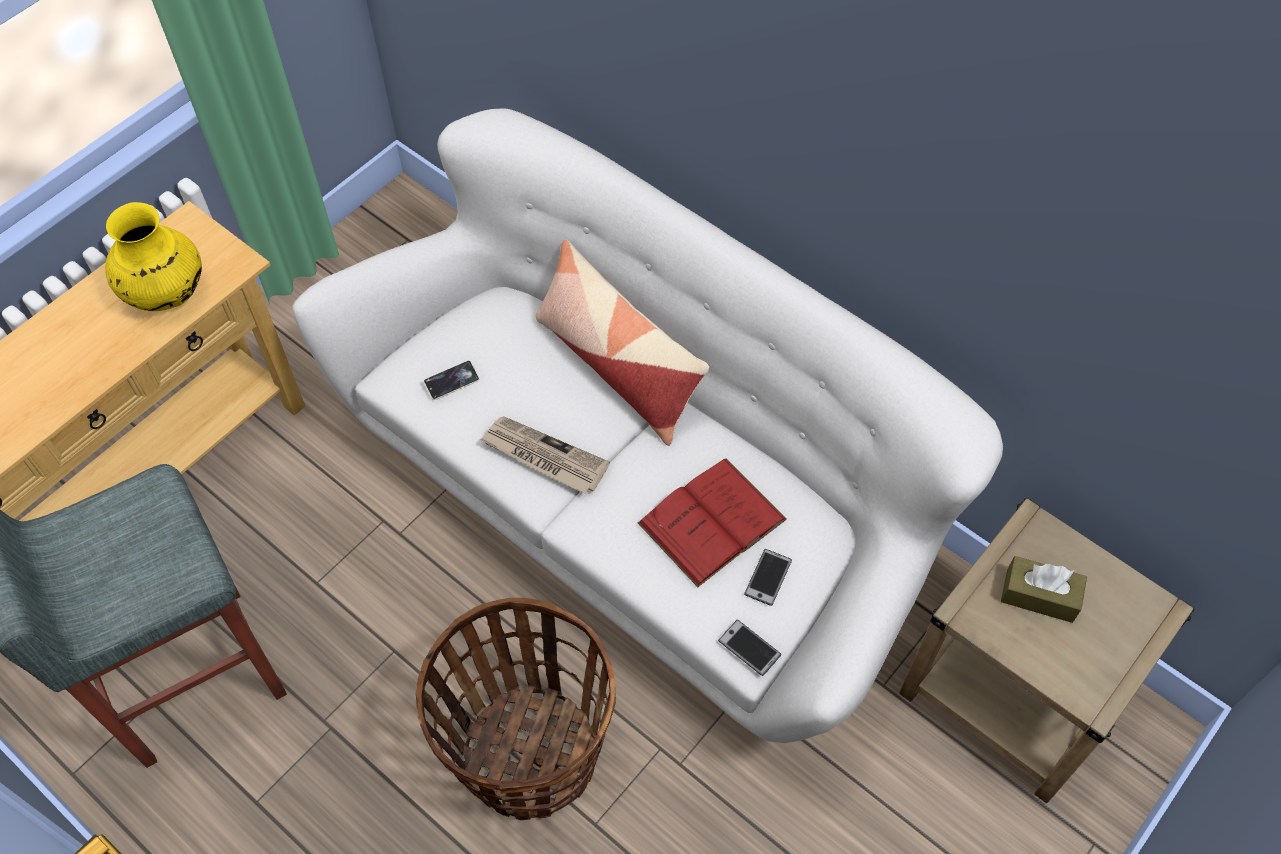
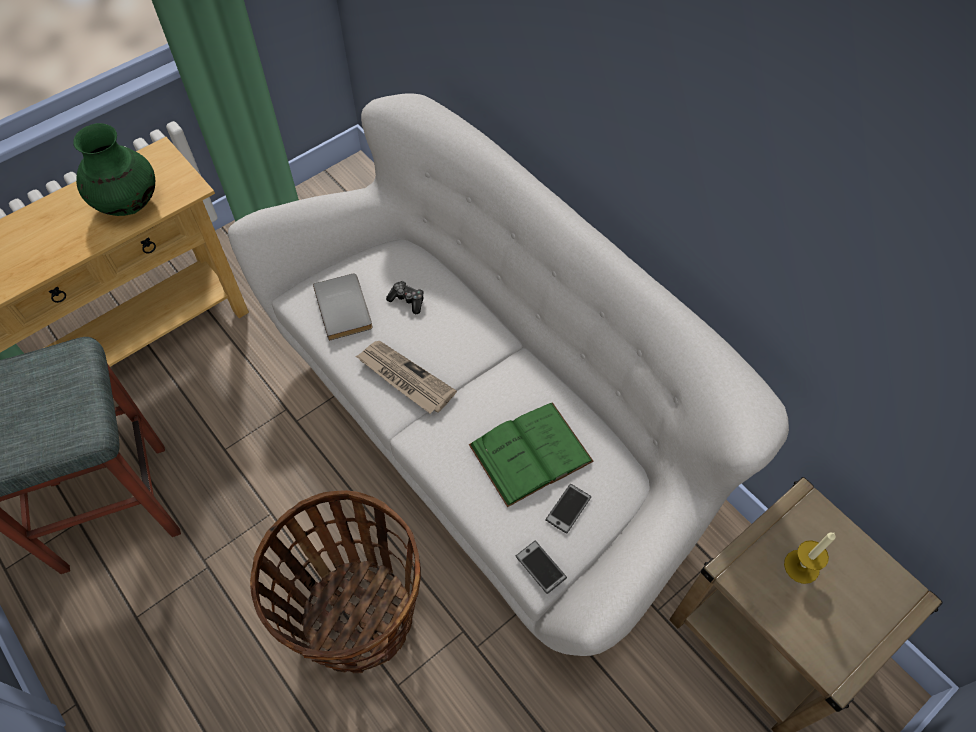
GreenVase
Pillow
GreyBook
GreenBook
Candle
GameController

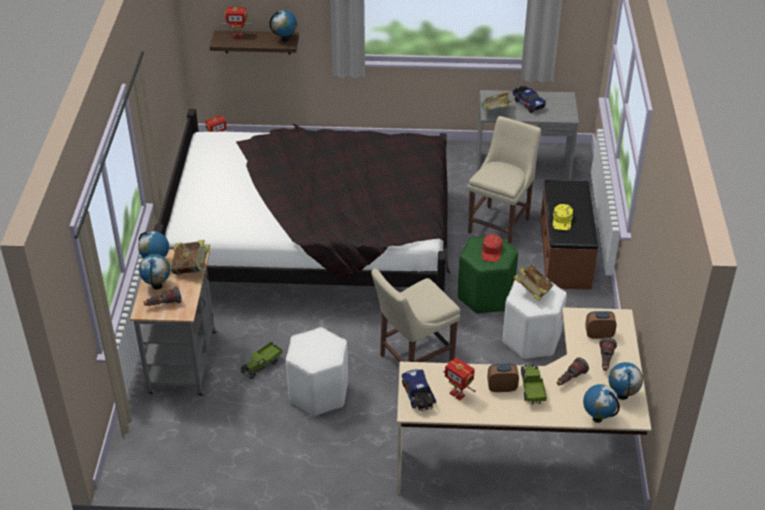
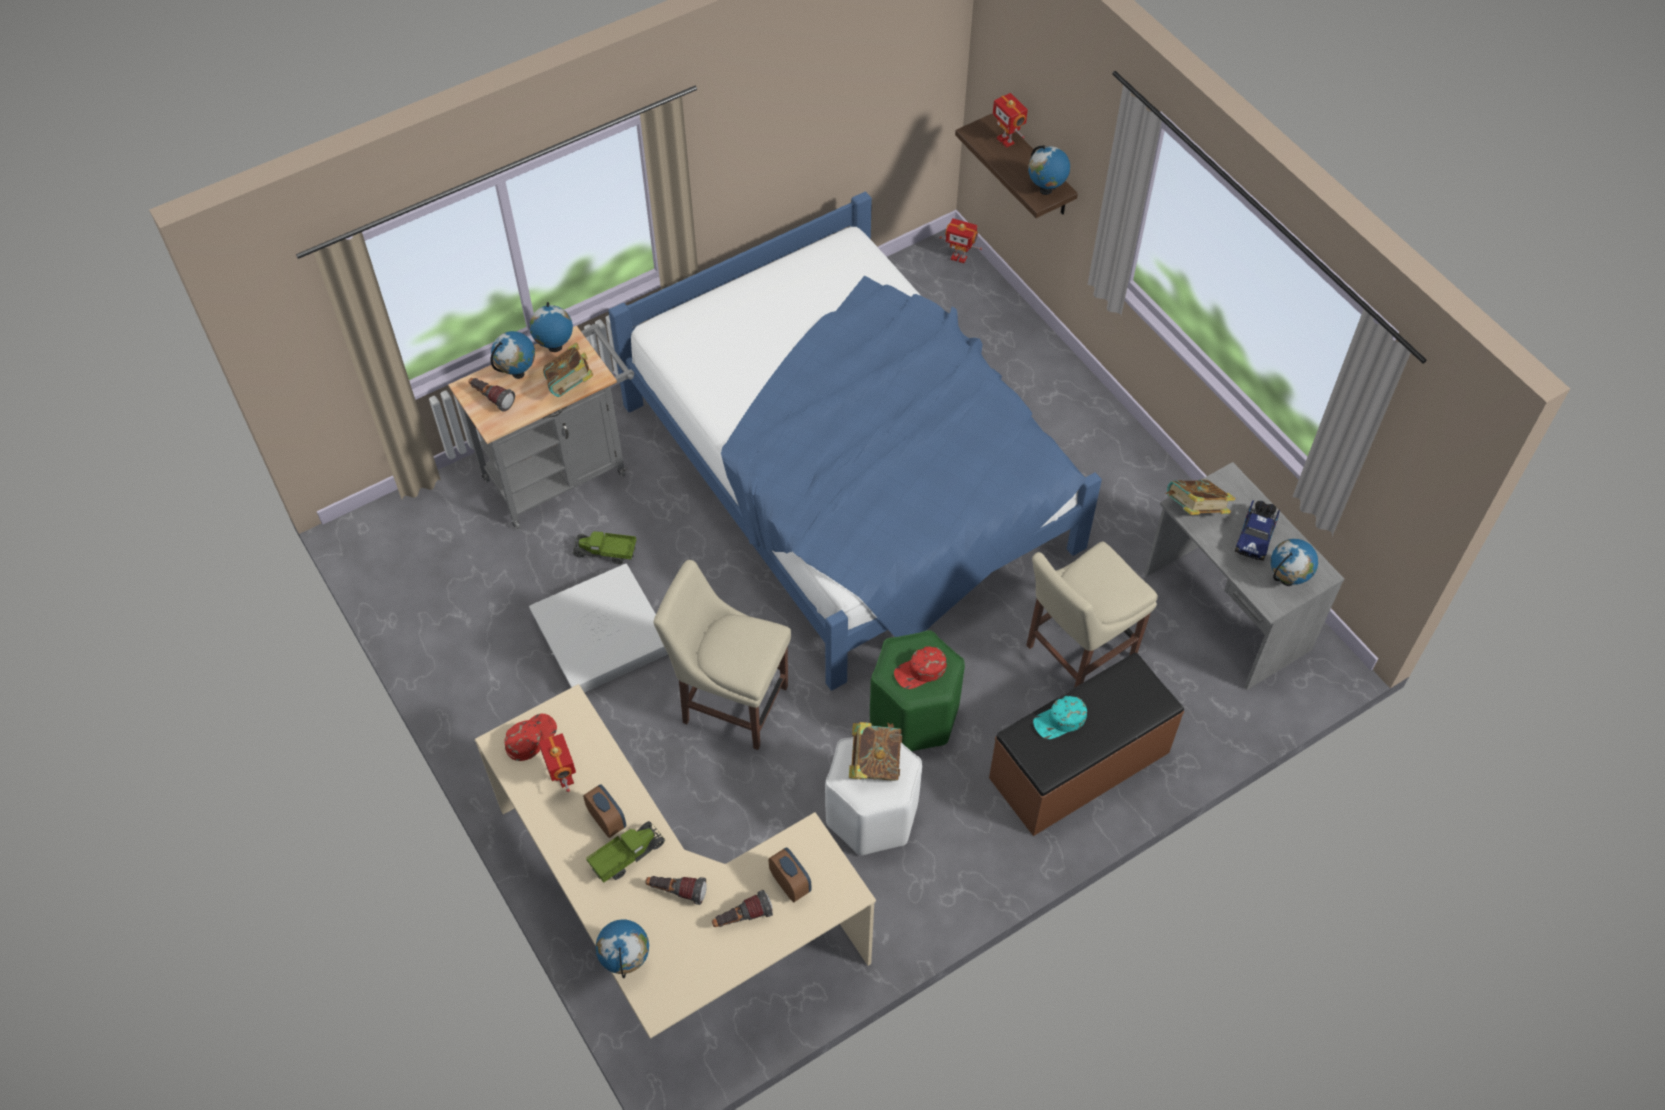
BlueBed
BeigeChair (no. 2 from left)
TurquoiseCap
WhiteStorageBox
ToyRobot (no. 1 from left)
Globe (no. 5 from left)
RedCap (no. 1 from left)

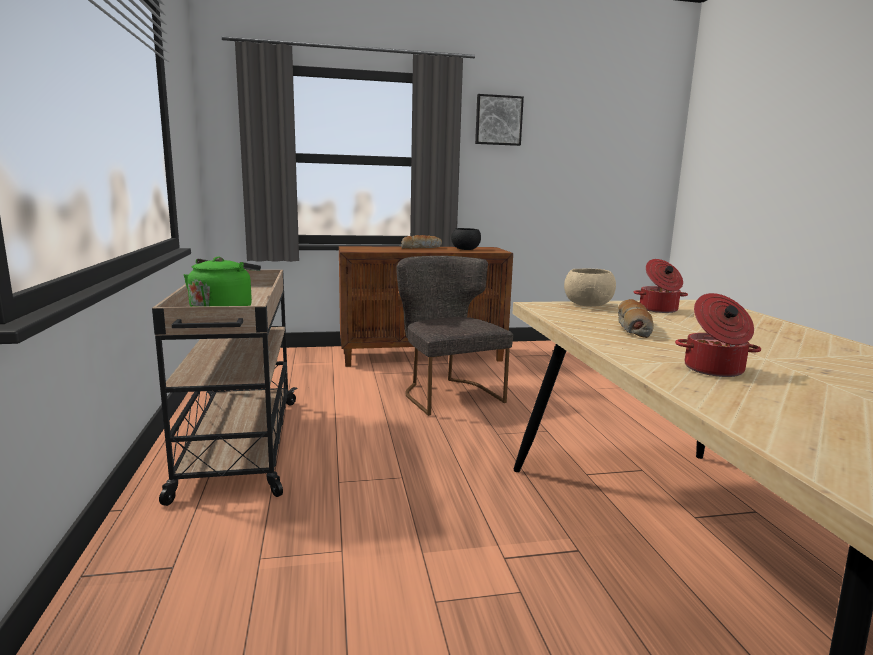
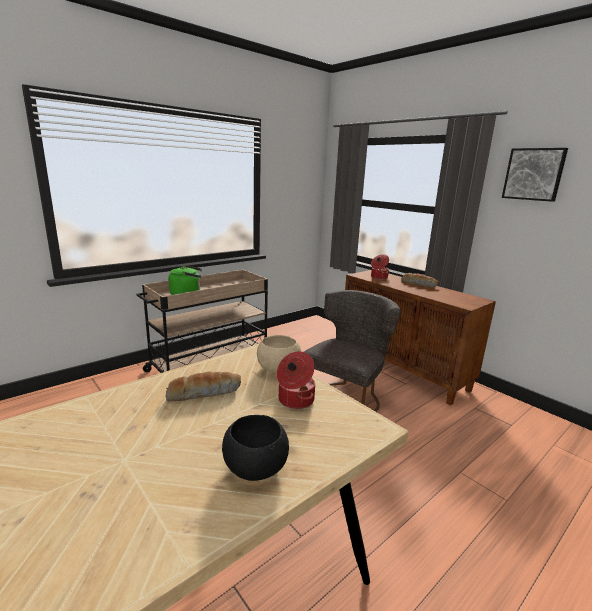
BlackBowl
CookingPot (no. 2 from left)

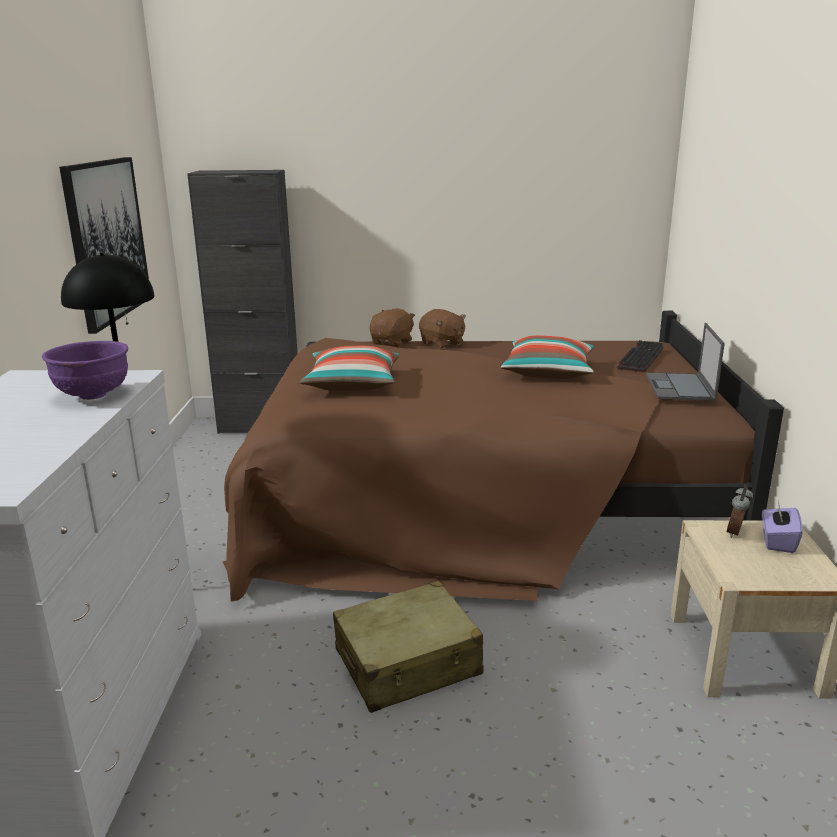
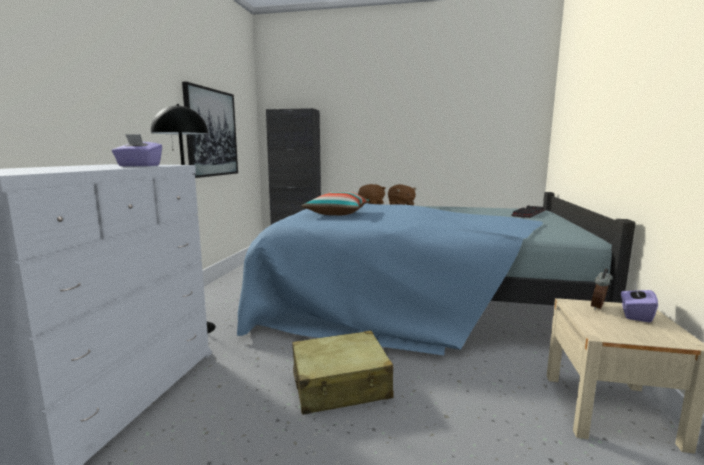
BlueBed
Laptop
Pillow (no. 2 from left in the first image)
PurpleTissueBox (no. 1 from left)

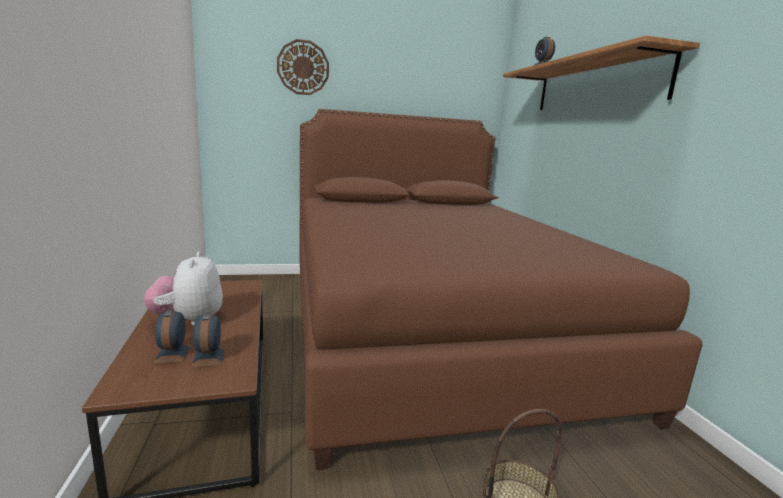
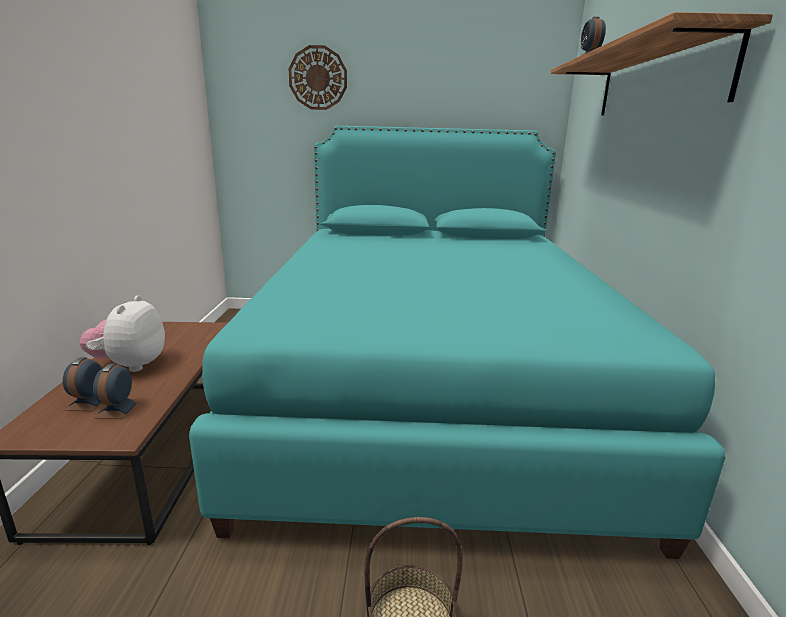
TurquoiseBed

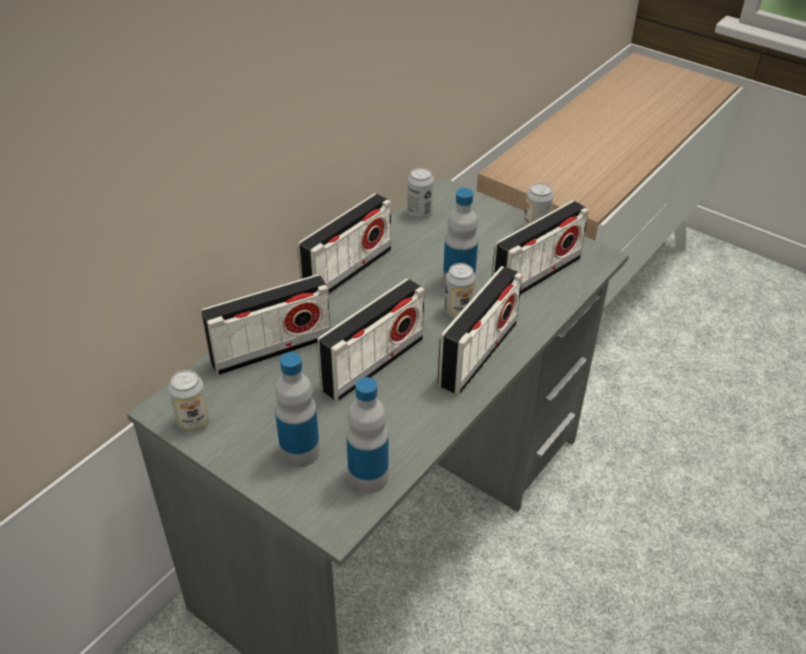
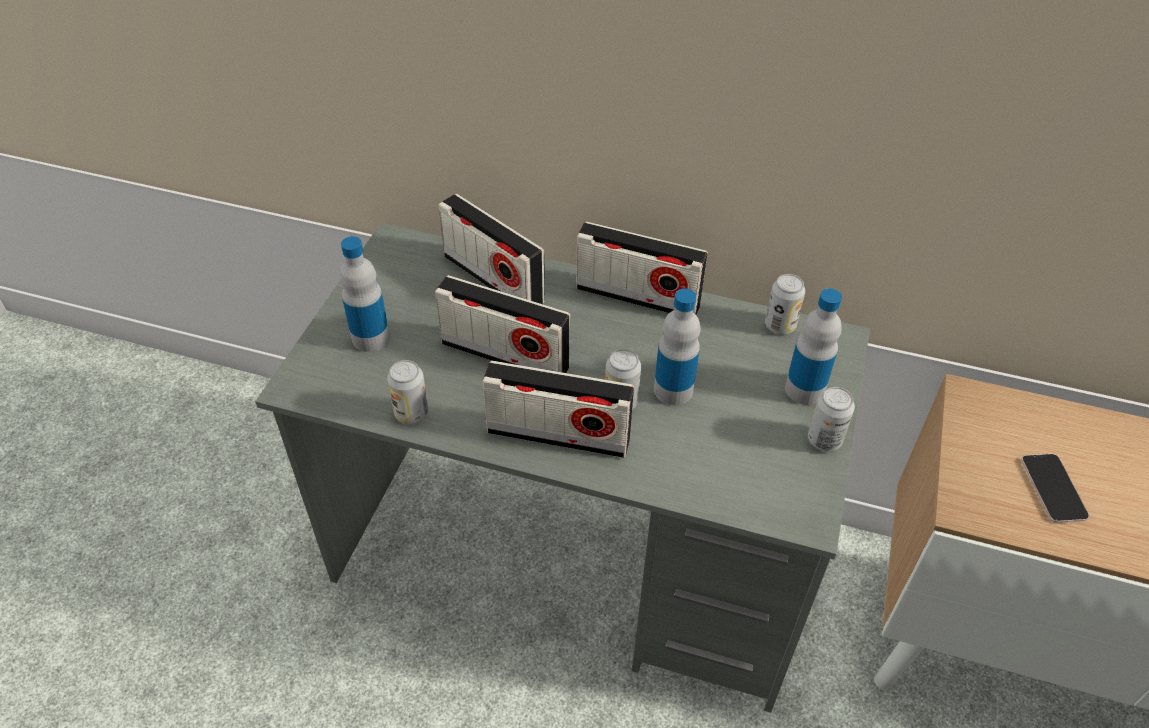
Radio (no. 5 from left in the first image)
Can (no. 1 from left)
Bottle (no. 3 from left)
Phone

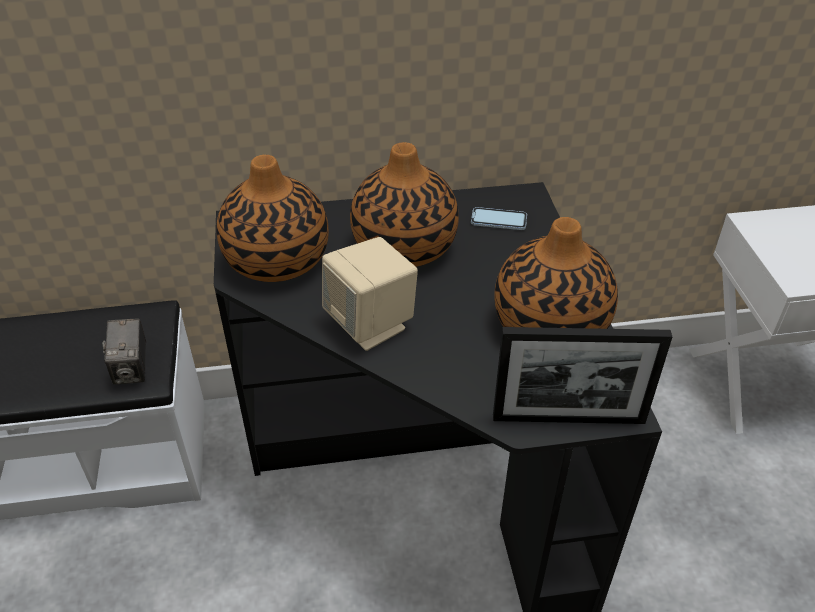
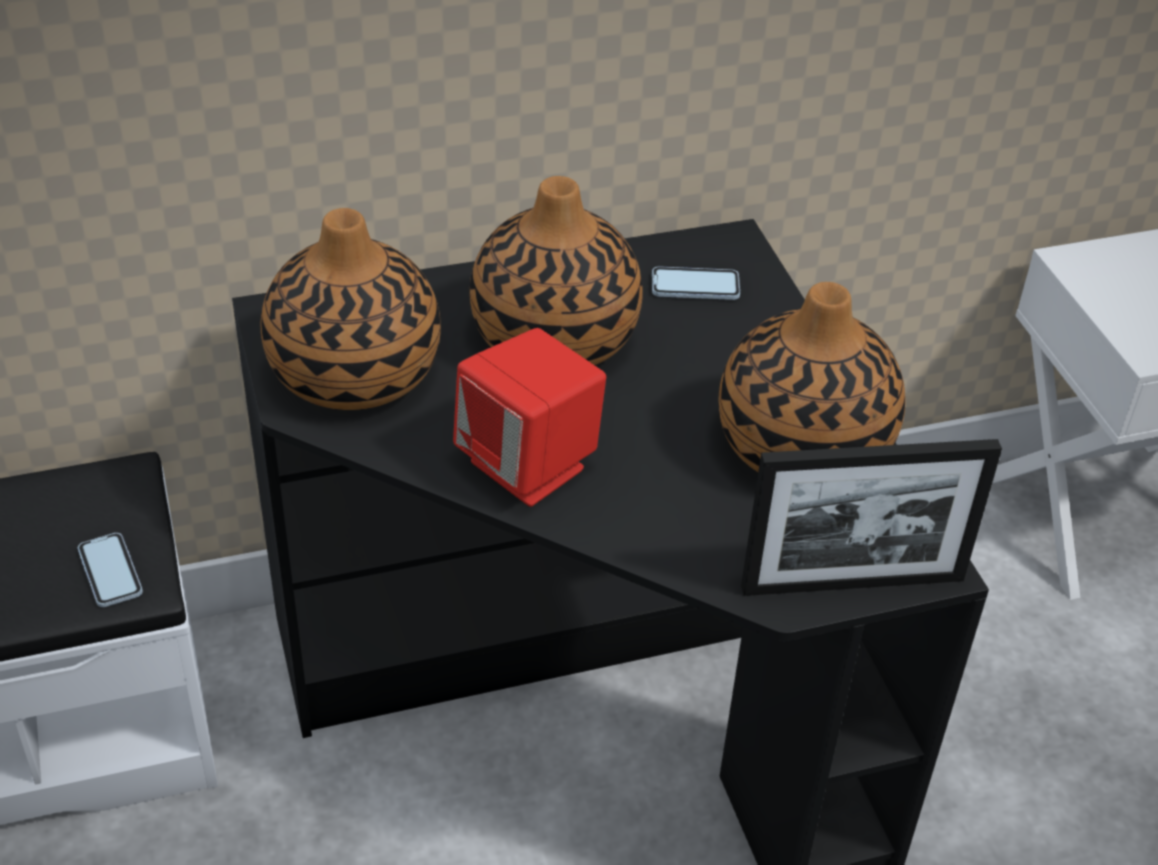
RedSpeaker
Phone (no. 1 from left)

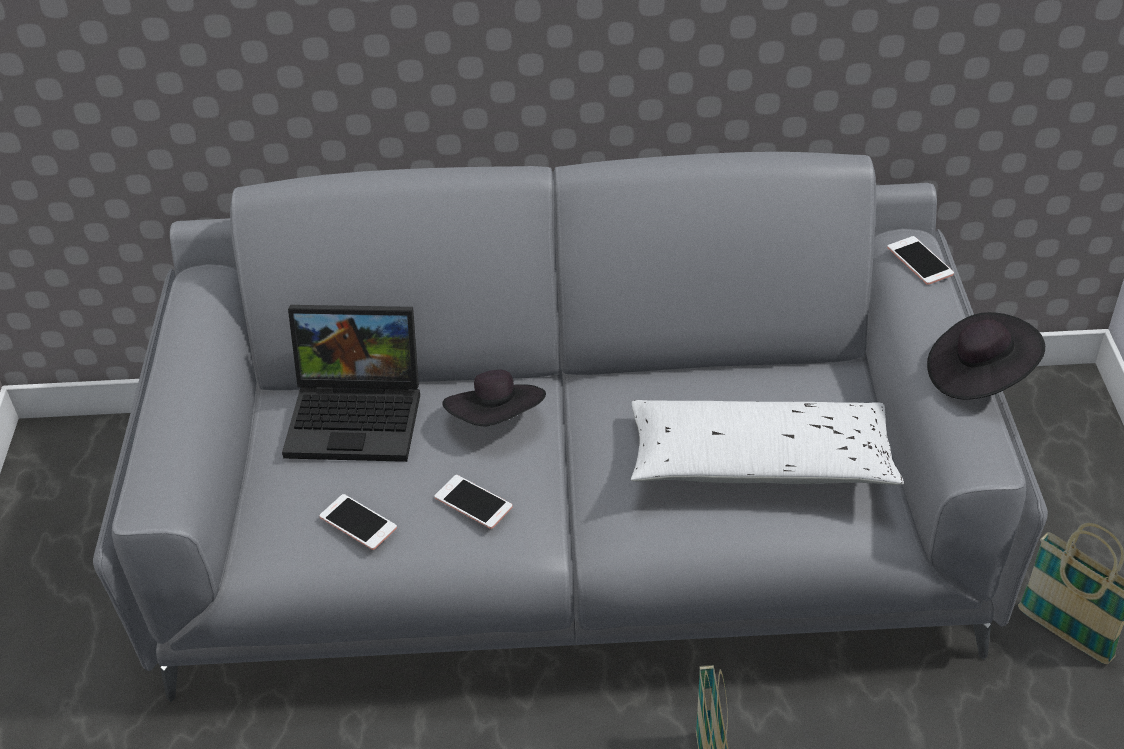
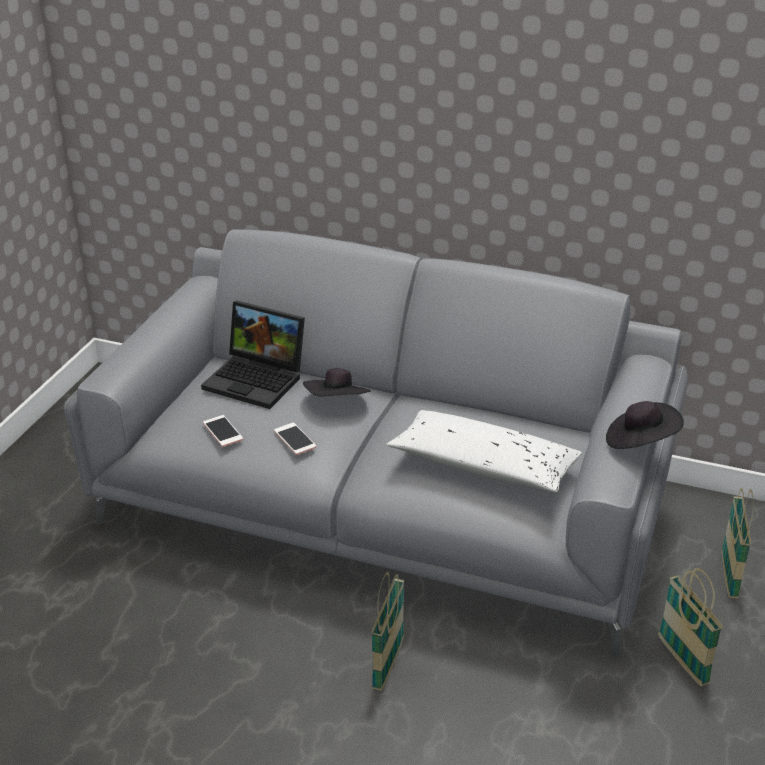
Phone (no. 3 from left in the first image)
Basket (no. 3 from left)

